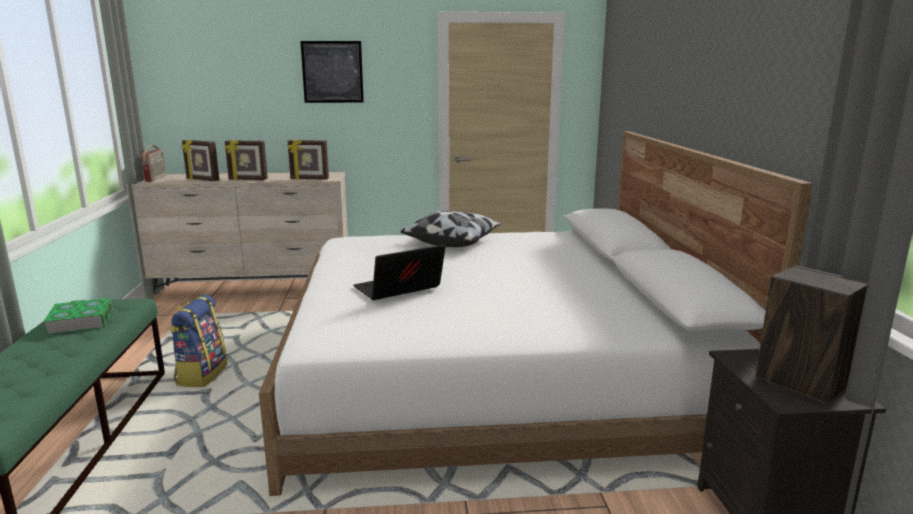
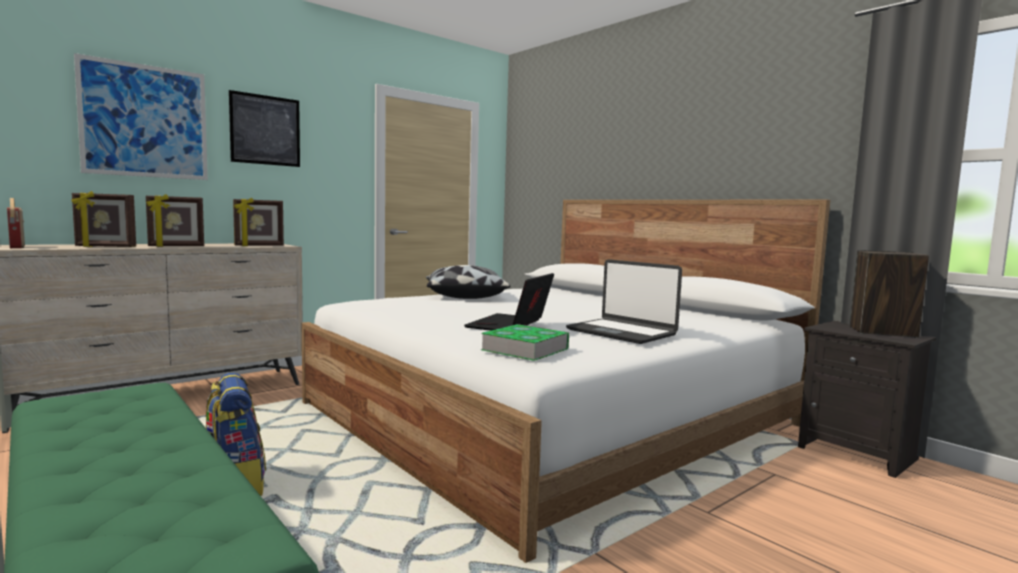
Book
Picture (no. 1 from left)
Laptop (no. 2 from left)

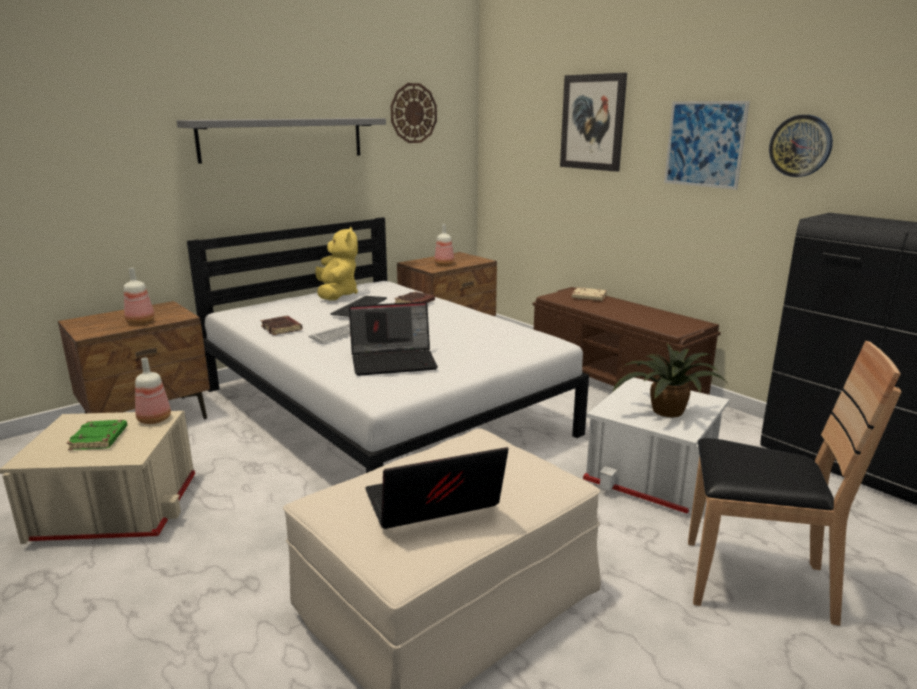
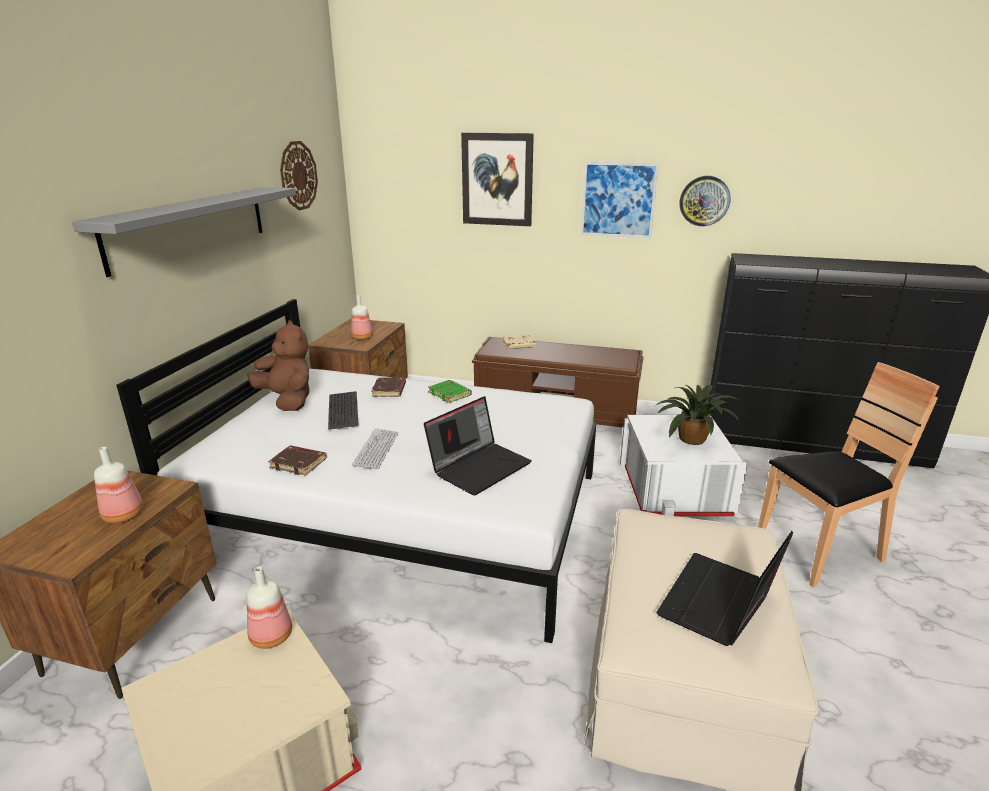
BrownPlushToy
GreenBook

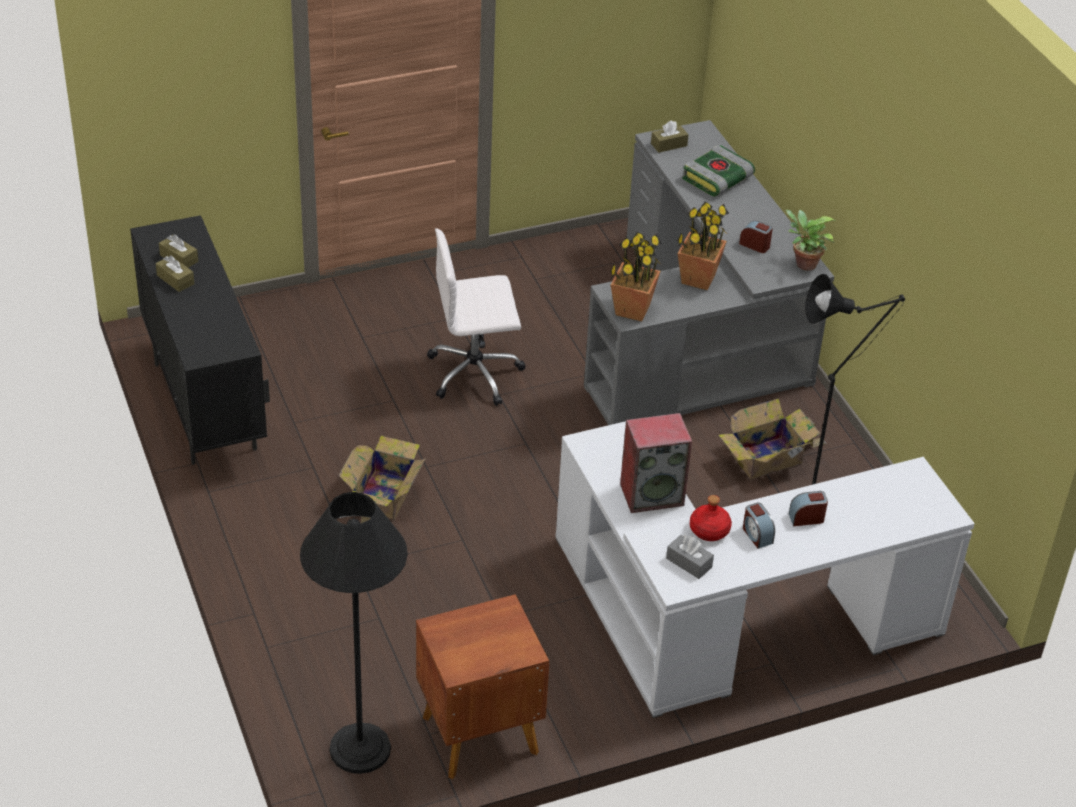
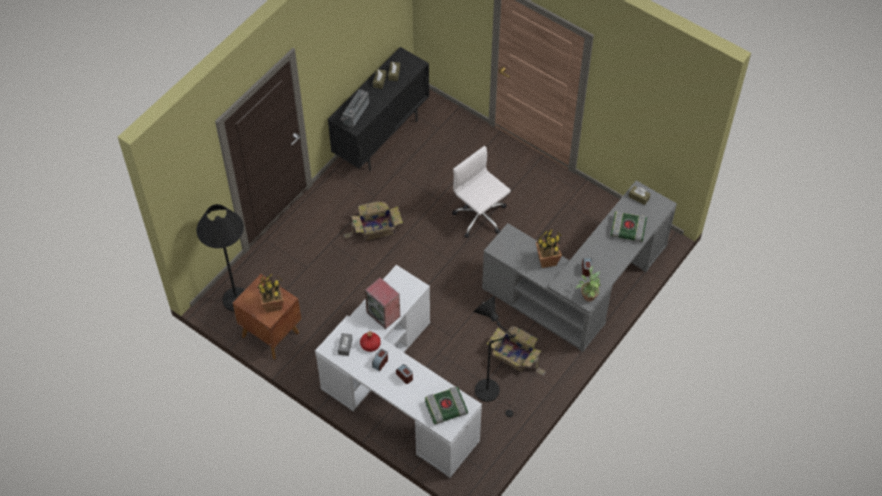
PottedPlant (no. 1 from left)
Radio
Book (no. 1 from left)

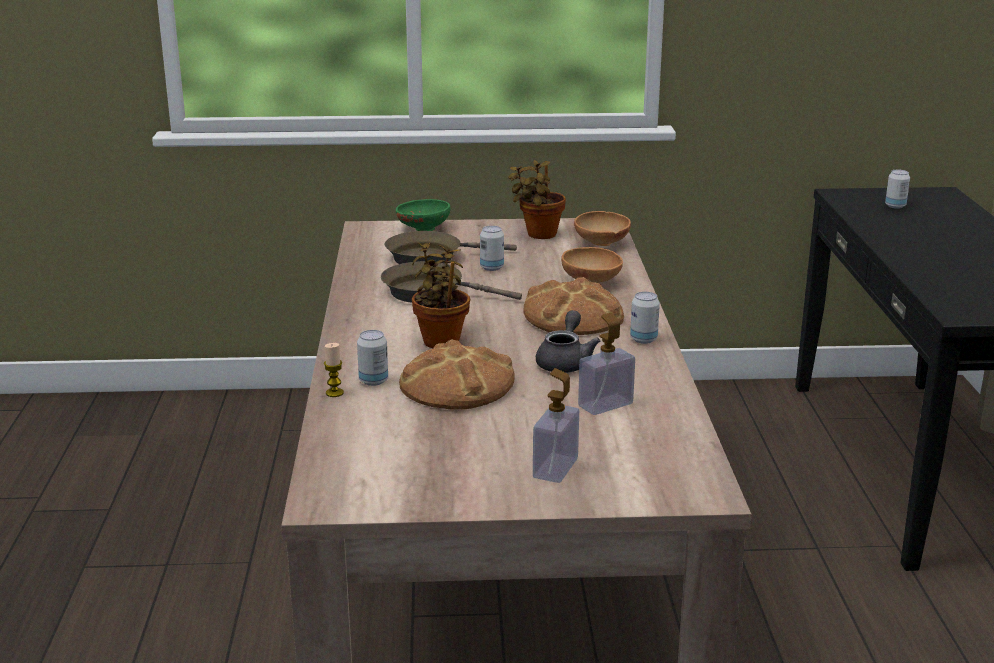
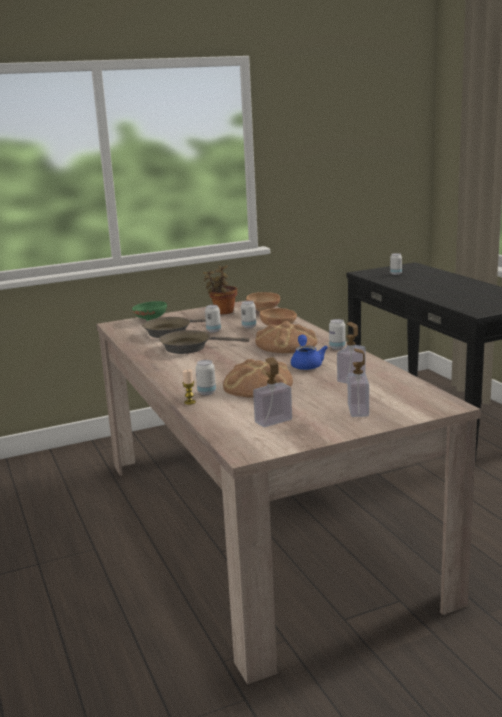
PottedPlant (no. 1 from left in the first image)
BlueTeapot
Can (no. 3 from left)
SoapDispenser (no. 1 from left)

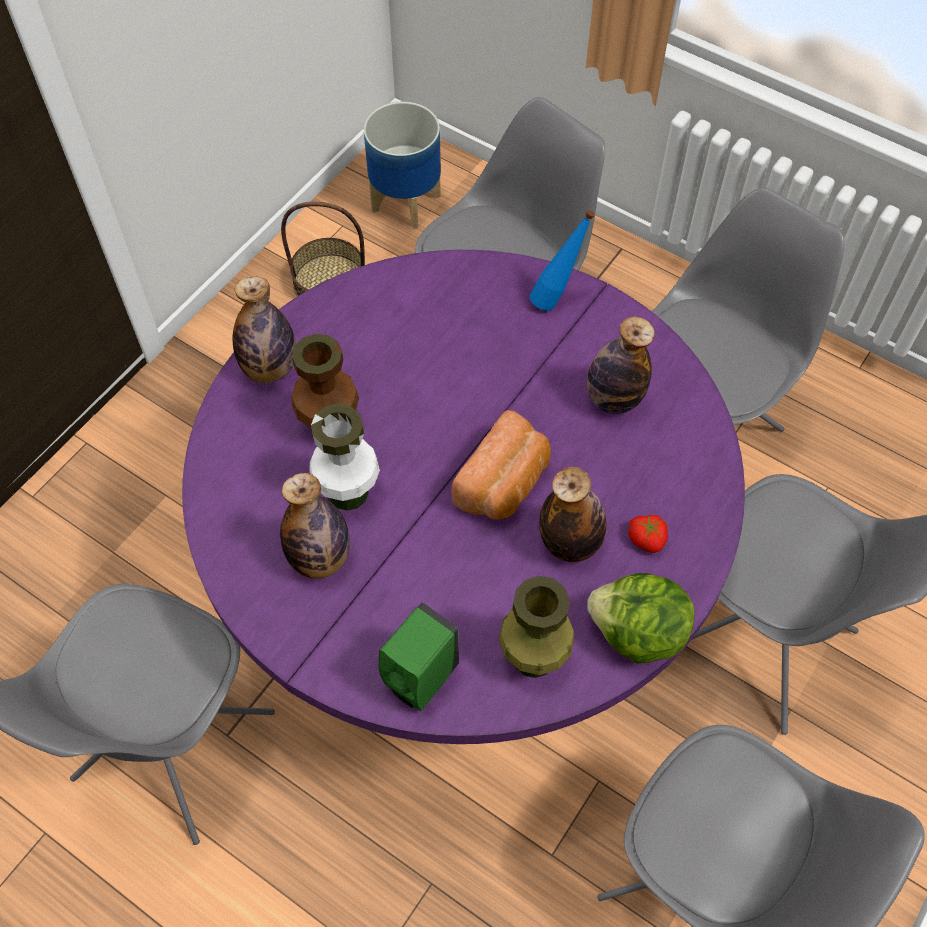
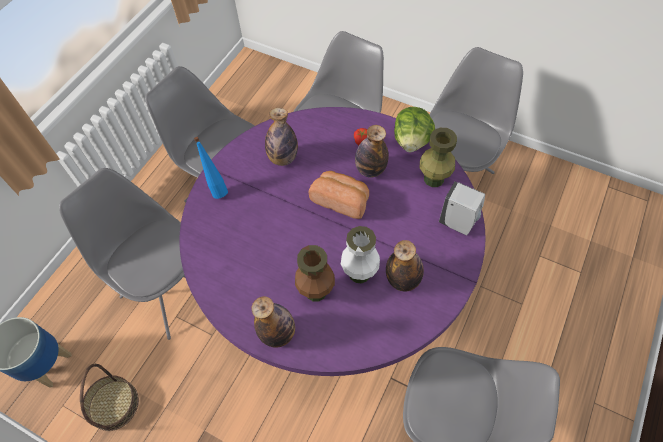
WhiteSoapDispenser

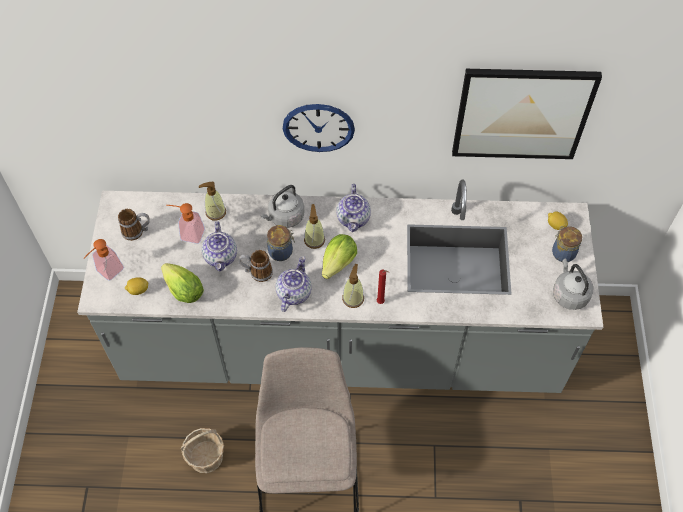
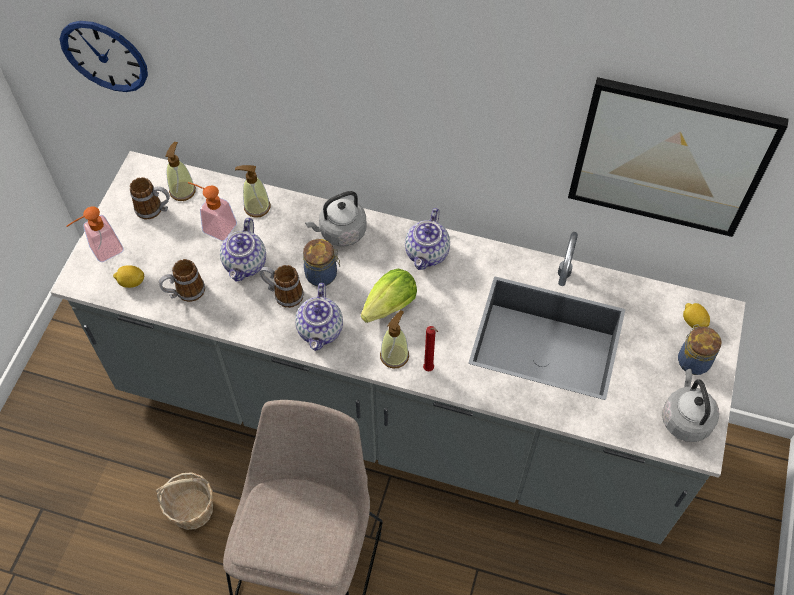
WallClock
SoapDispenser (no. 2 from left)
Teapot (no. 2 from left)
Mug (no. 2 from left)

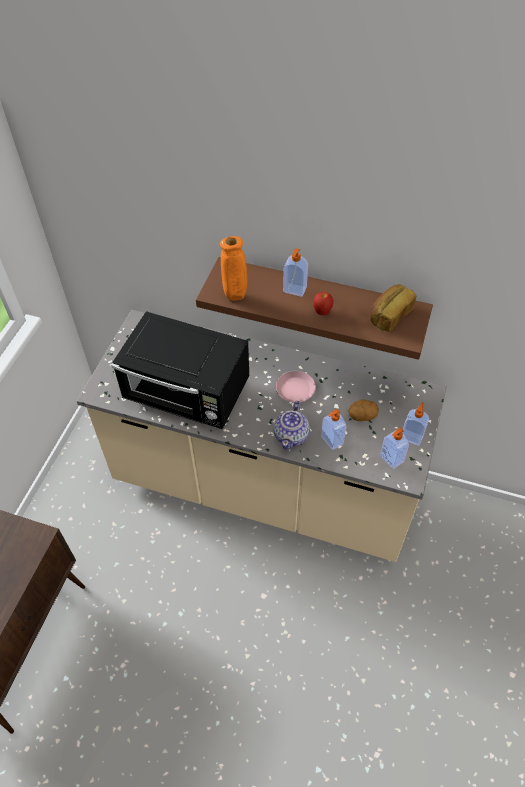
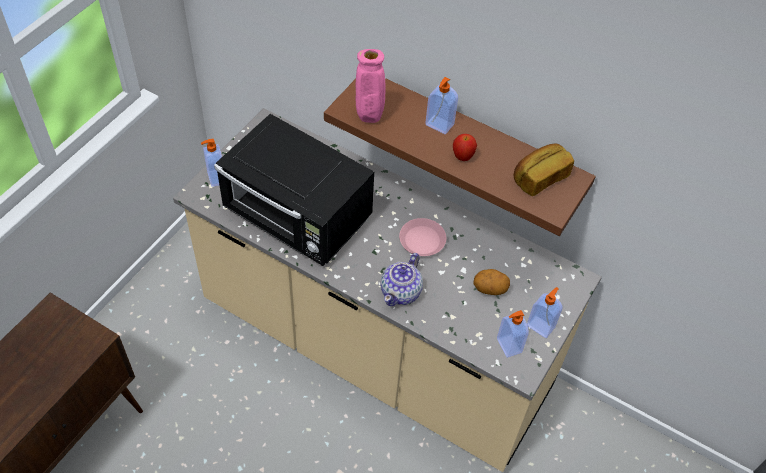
PinkVase
SoapDispenser (no. 1 from left)

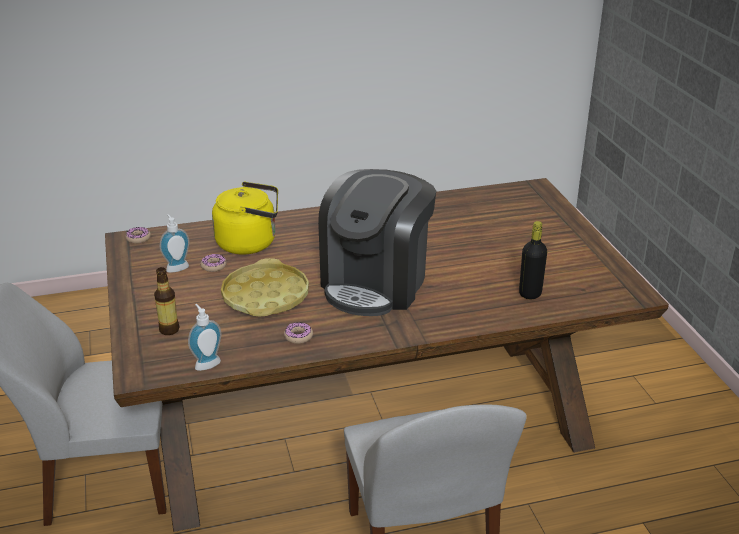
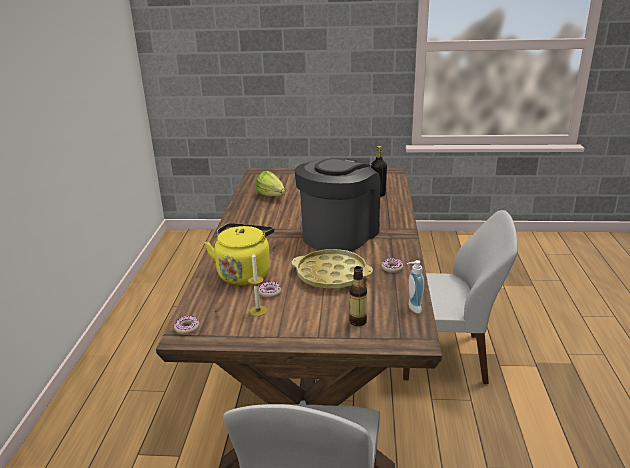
CoffeeMachine
Candle
Lettuce

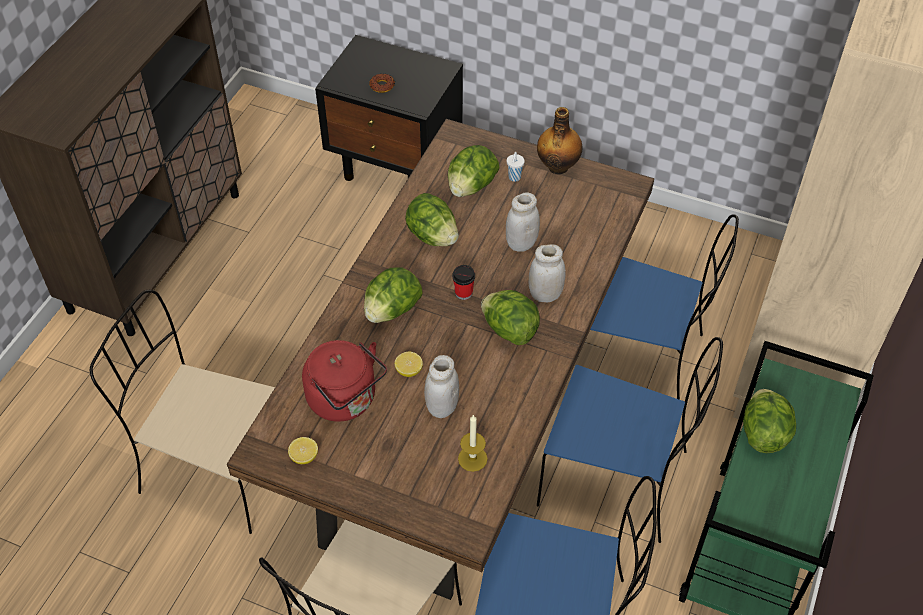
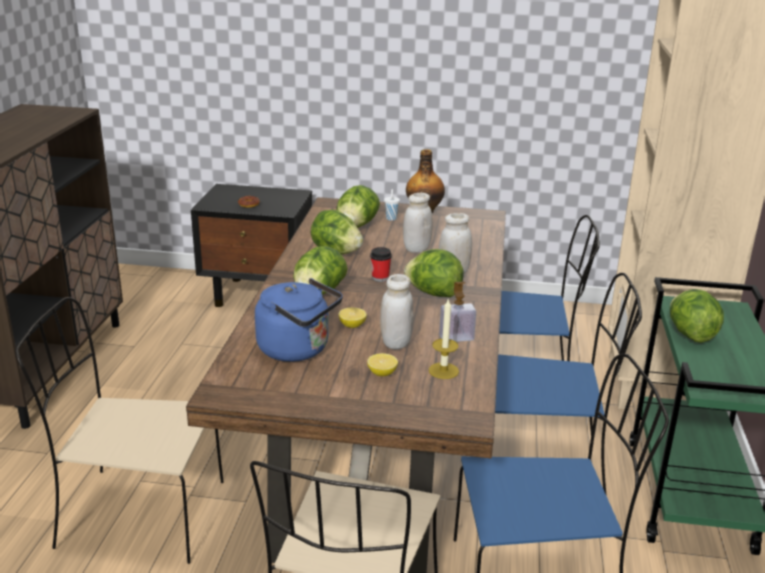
BlueKettle
Lemon (no. 2 from left)
SoapDispenser

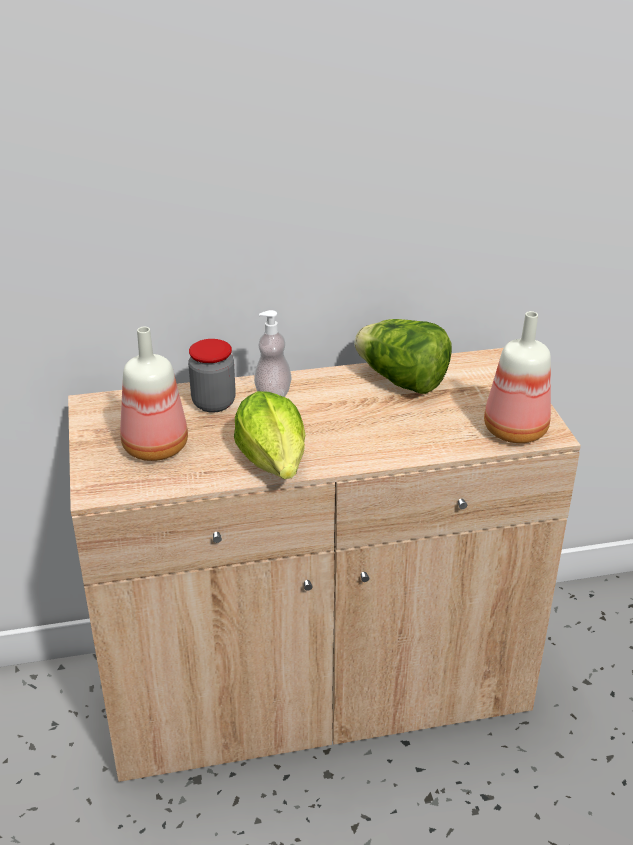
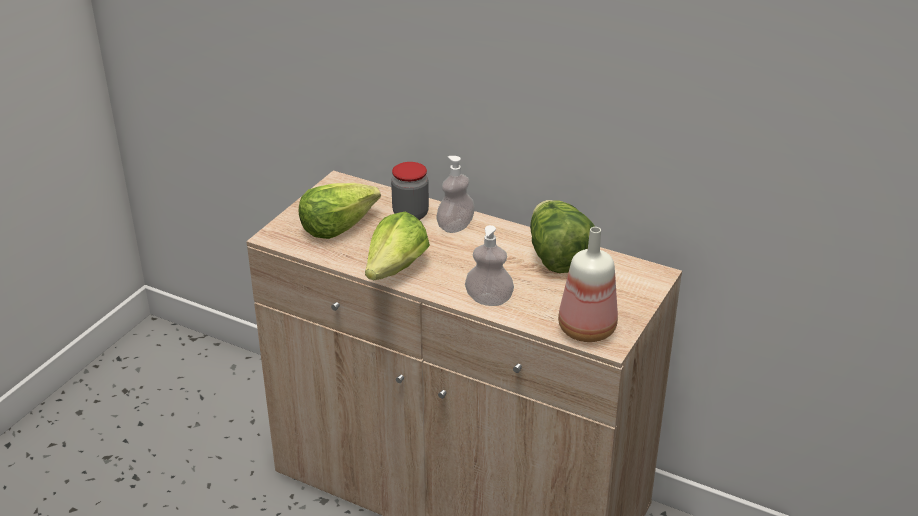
Lettuce (no. 1 from left)
SoapDispenser (no. 2 from left)

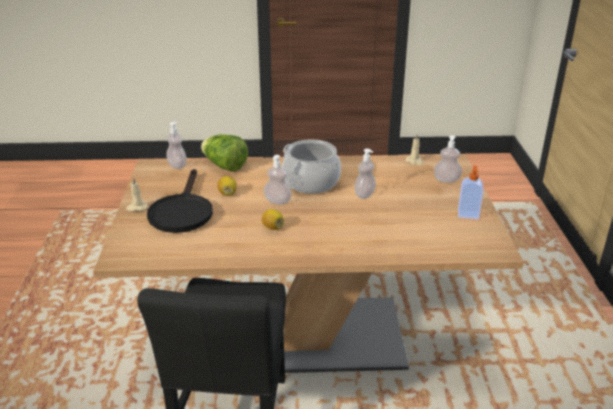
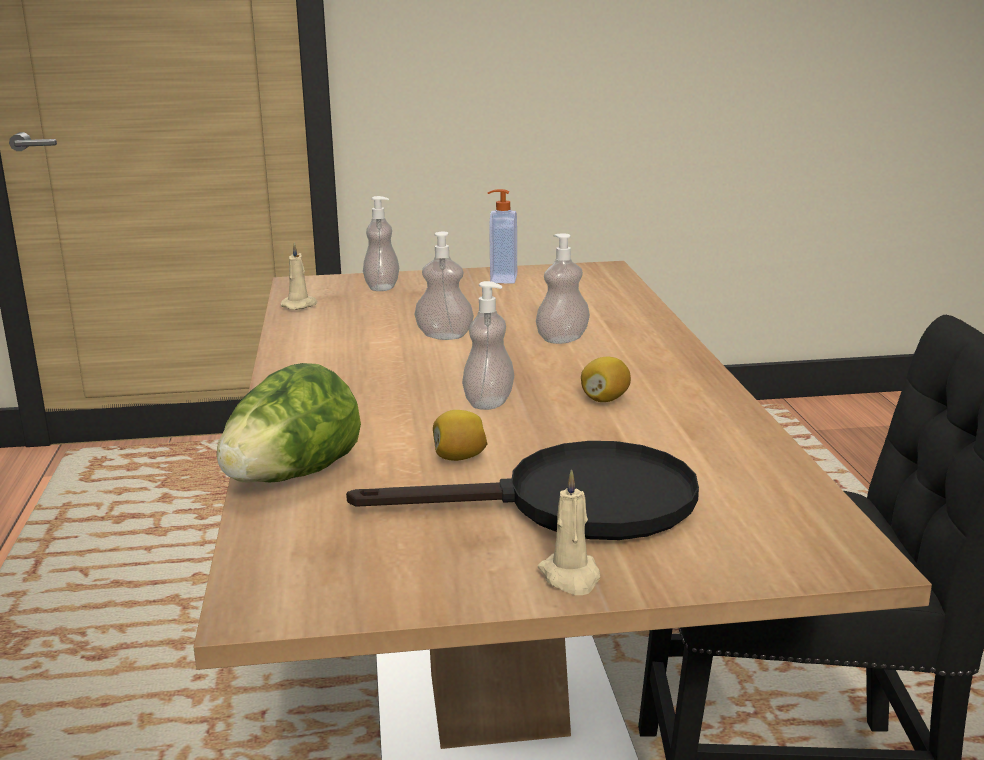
SoapDispenser (no. 5 from left)
CookingPot

